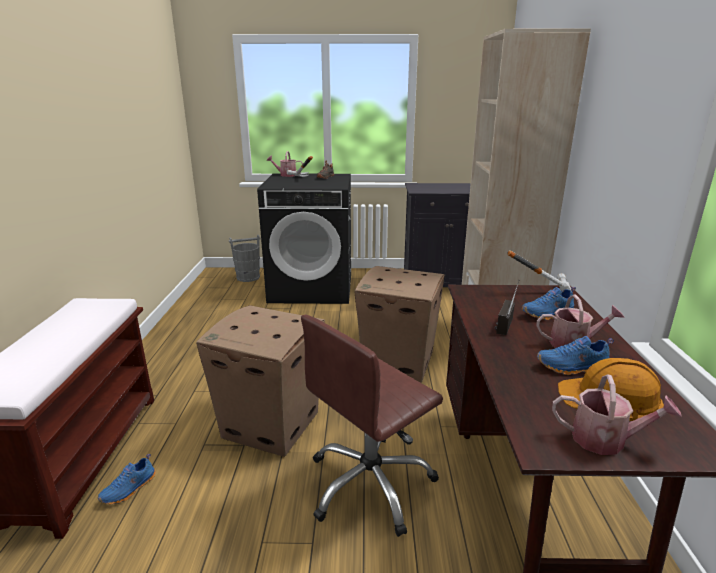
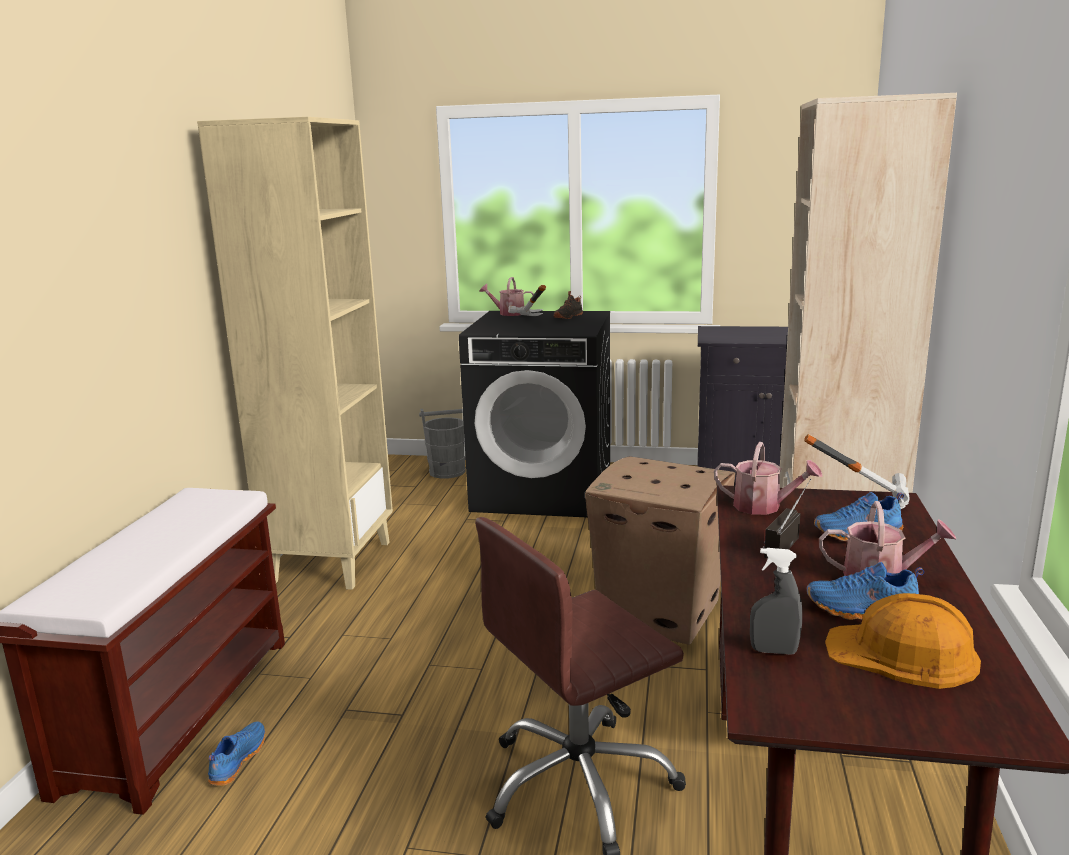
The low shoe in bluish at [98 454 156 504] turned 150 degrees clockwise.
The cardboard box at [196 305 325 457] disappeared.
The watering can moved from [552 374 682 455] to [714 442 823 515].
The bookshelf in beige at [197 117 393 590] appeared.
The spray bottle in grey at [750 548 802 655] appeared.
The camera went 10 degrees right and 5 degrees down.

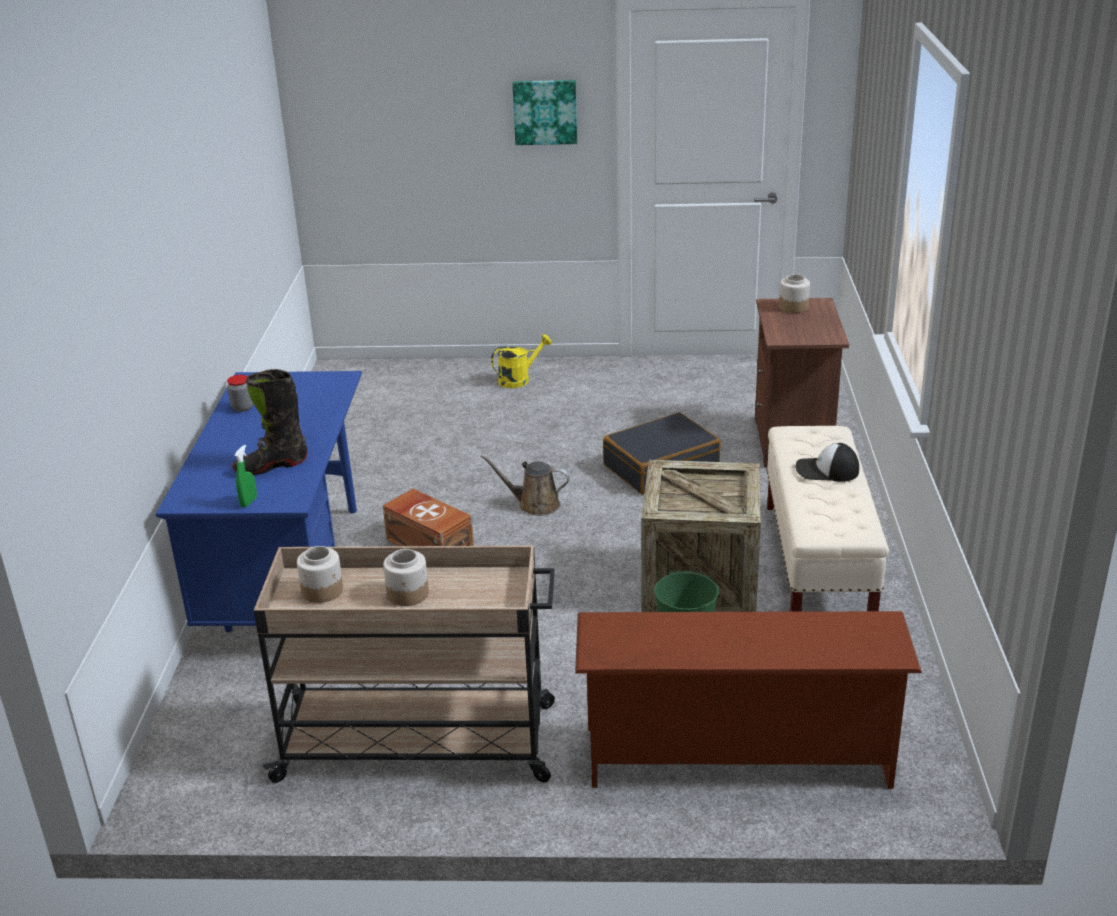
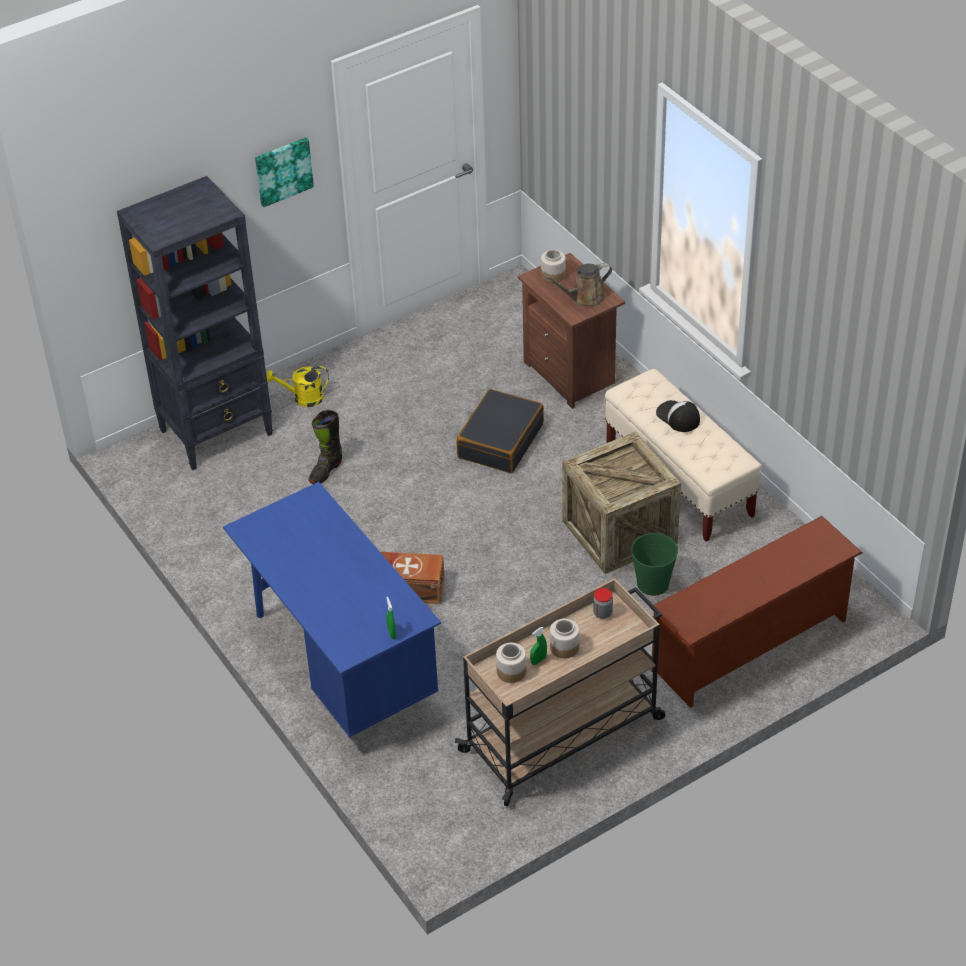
The preserve jar moved from [227 375 253 412] to [593 588 613 619].
The high-top boot in blackish moved from [232 369 307 475] to [308 410 342 484].
The watering can in brown moved from [480 455 570 516] to [544 263 612 307].
The watering can in yellow-coloured at [491 334 552 388] turned 120 degrees counterclockwise.
The baseball cap at [796 443 859 482] turned 75 degrees clockwise.
The bookshelf in blackish at [117 176 273 470] appeared.
The spray bottle in green at [530 627 547 665] appeared.
The camera went 35 degrees left and 15 degrees up.

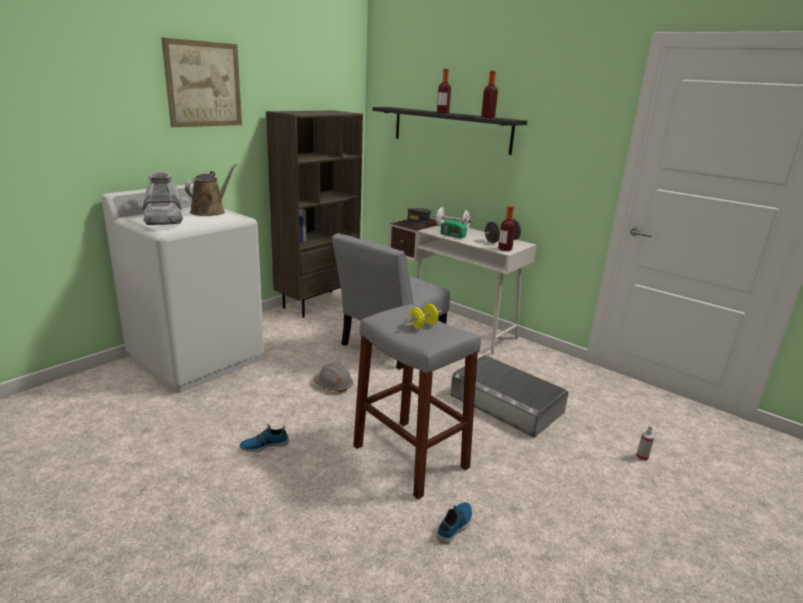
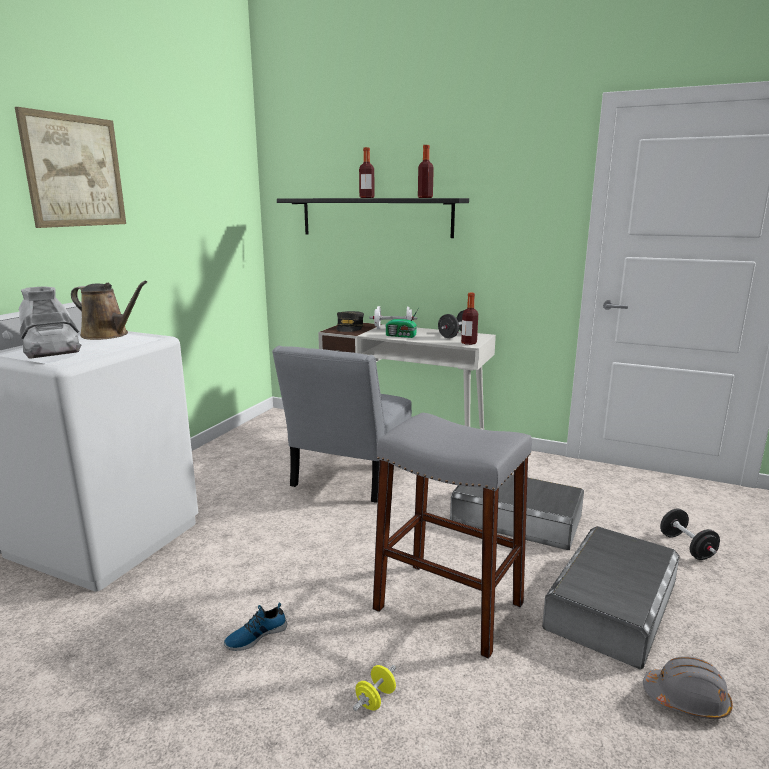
The watering can in brown at [185 164 237 216] turned 105 degrees clockwise.
The bookshelf in brown at [266 111 363 318] disappeared.
The safety helmet in grey moved from [313 363 353 392] to [643 656 733 719].
The free weight in yellow-coloured moved from [404 304 442 329] to [353 665 396 711].
The low shoe at [436 502 472 544] disappeared.
The spray bottle at [636 425 655 461] was replaced by the free weight in blackish at [660 509 720 560].
The storage box in grey at [542 526 680 670] appeared.
The camera went 15 degrees left and 5 degrees down.

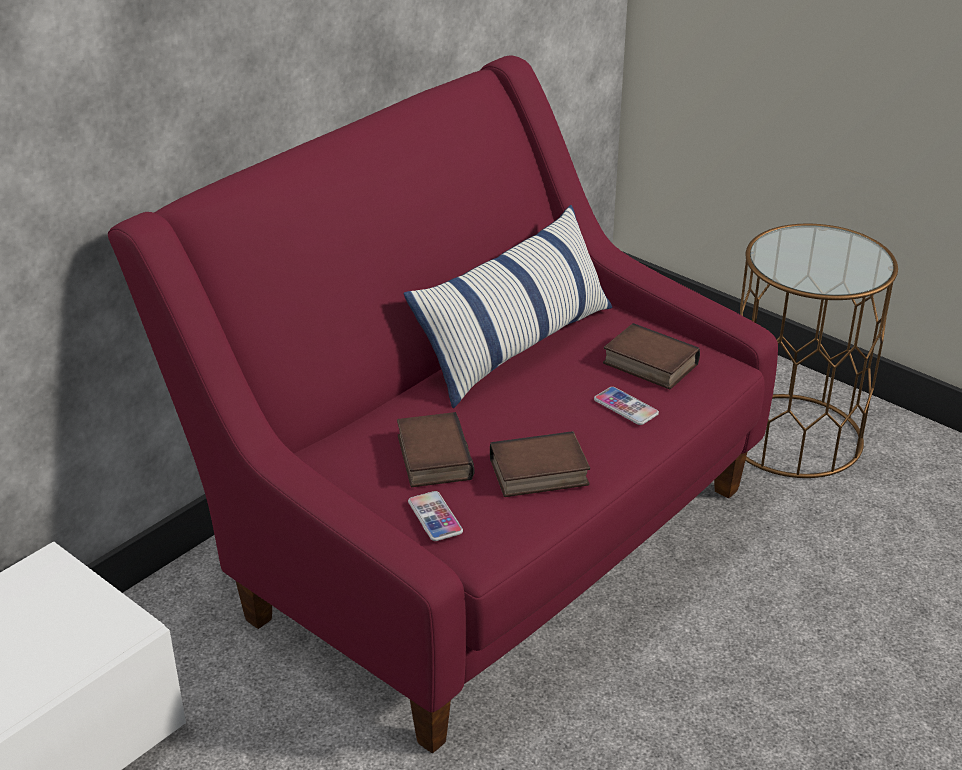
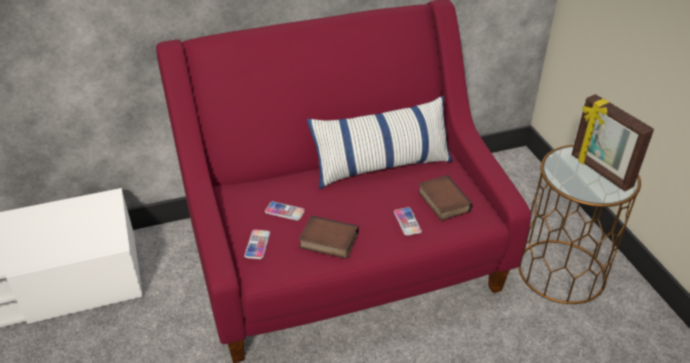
The volume at [397 412 474 487] was replaced by the handset at [265 201 305 221].
The picture frame at [572 94 654 191] appeared.
The camera went 30 degrees right and 5 degrees up.

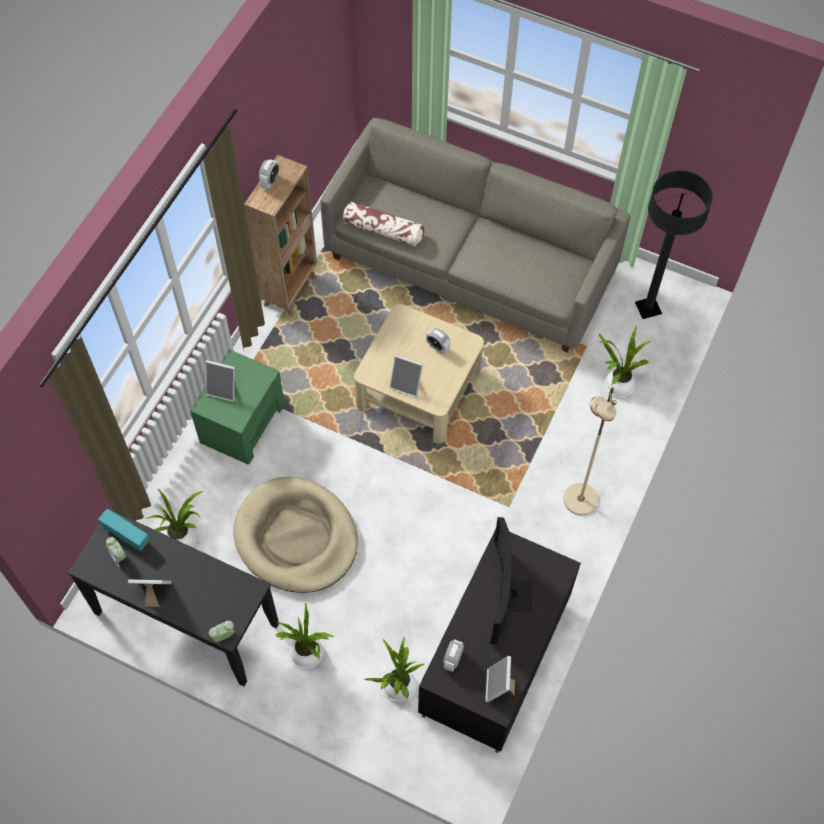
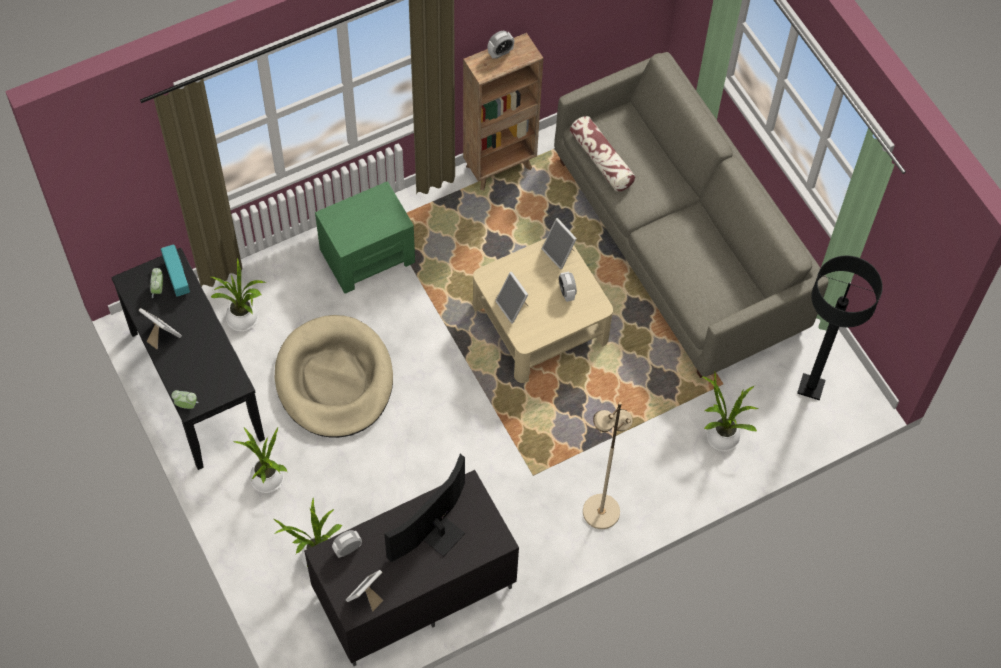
The picture frame moved from [205 360 235 402] to [542 218 577 270].
The camera went 35 degrees right and 0 degrees up.

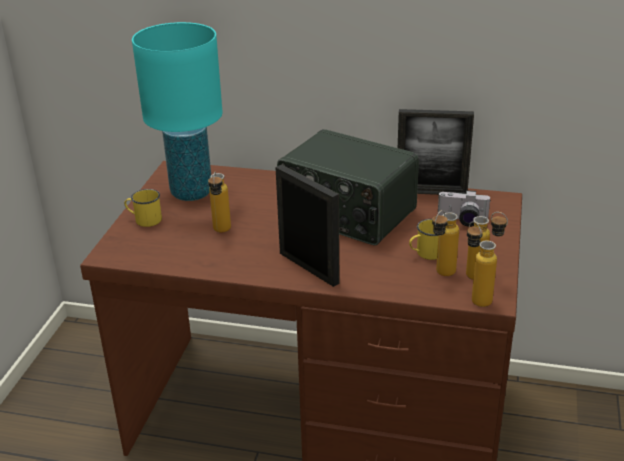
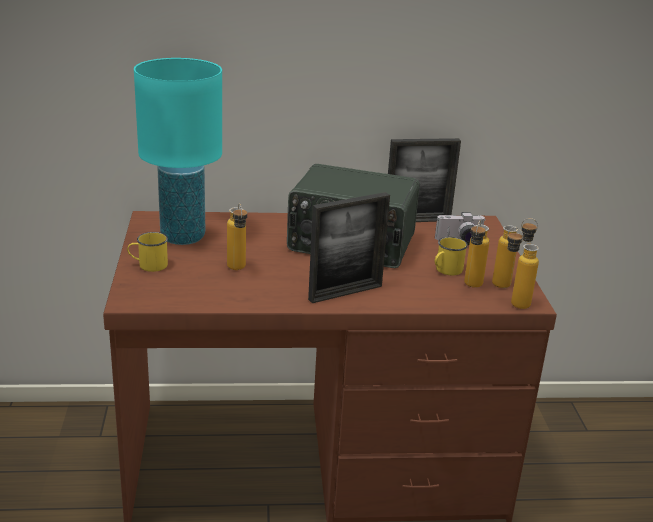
The picture frame at [275 165 340 287] turned 120 degrees clockwise.
The camera went 20 degrees left and 5 degrees down.

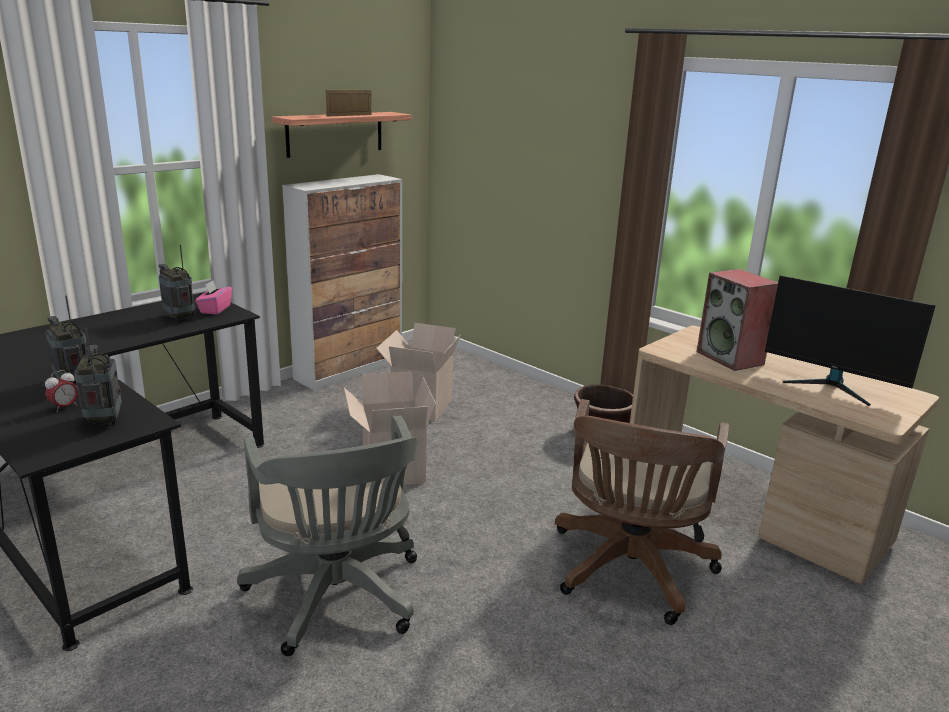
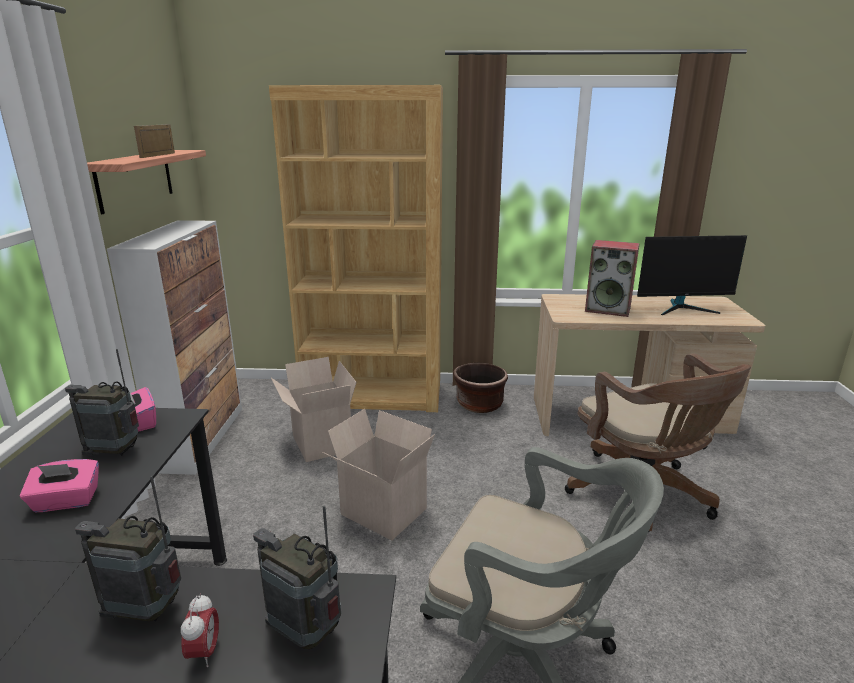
The tissue holder in pink at [20 459 99 512] appeared.
The bookshelf in brown at [269 85 443 412] appeared.
The camera went 40 degrees left and 0 degrees up.

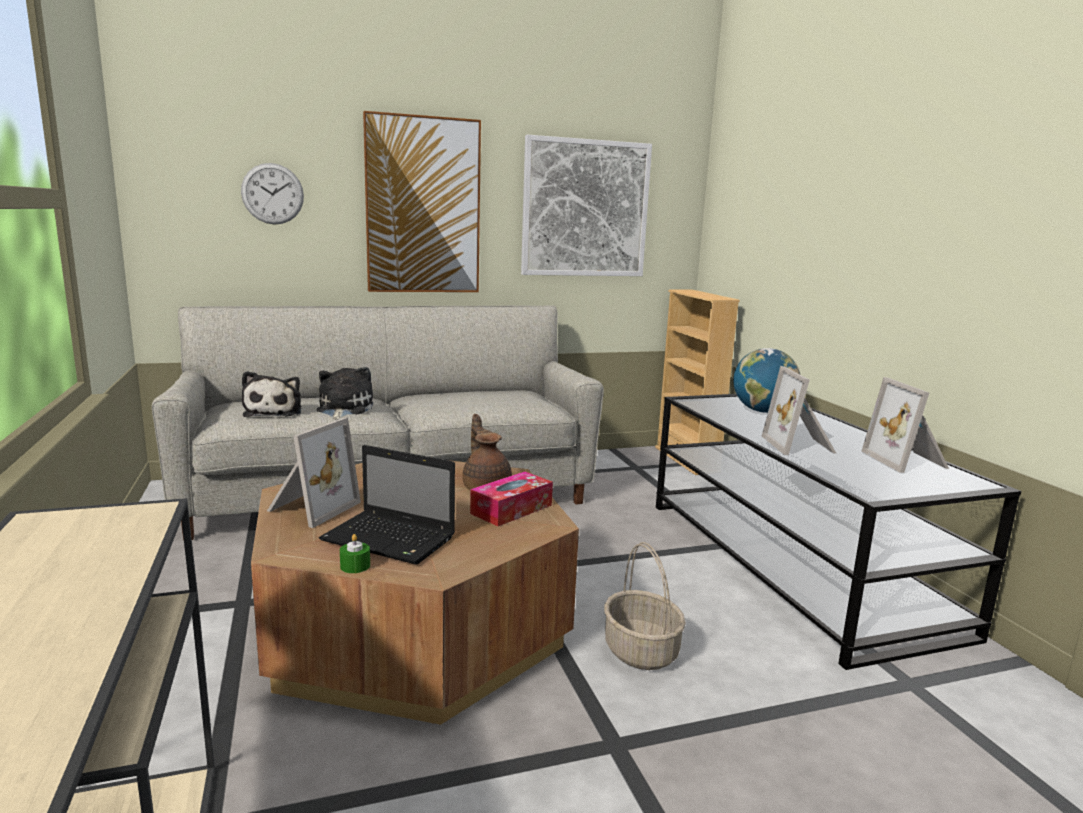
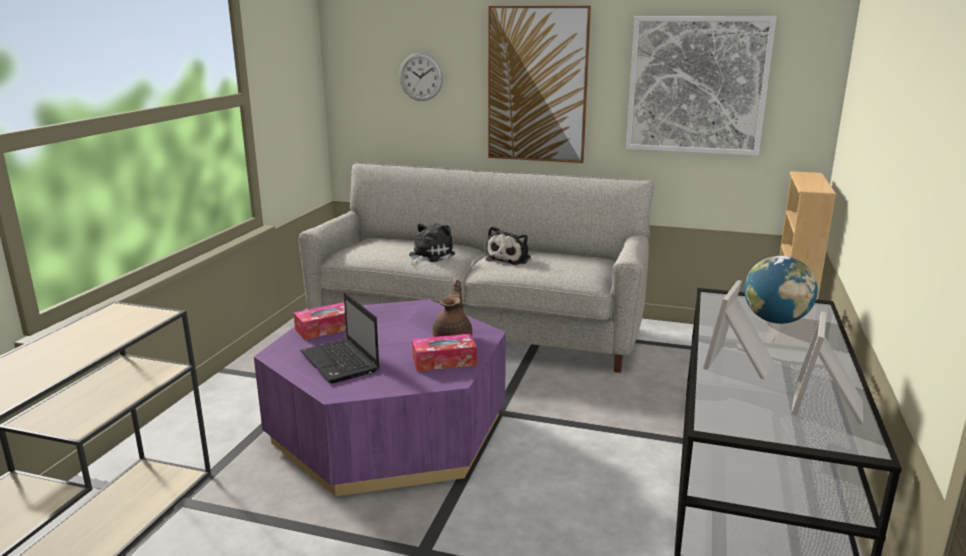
The plush toy moved from [242 371 302 417] to [486 226 531 265].
The lounge table in brown at [251 460 579 725] became the lounge table in purple at [254 300 506 496].
The picture frame at [267 418 361 528] was replaced by the tissue holder at [294 302 346 340].
The wax light in green at [340 534 370 573] disappeared.
The basket at [604 542 686 670] disappeared.
The camera went 35 degrees right and 5 degrees up.

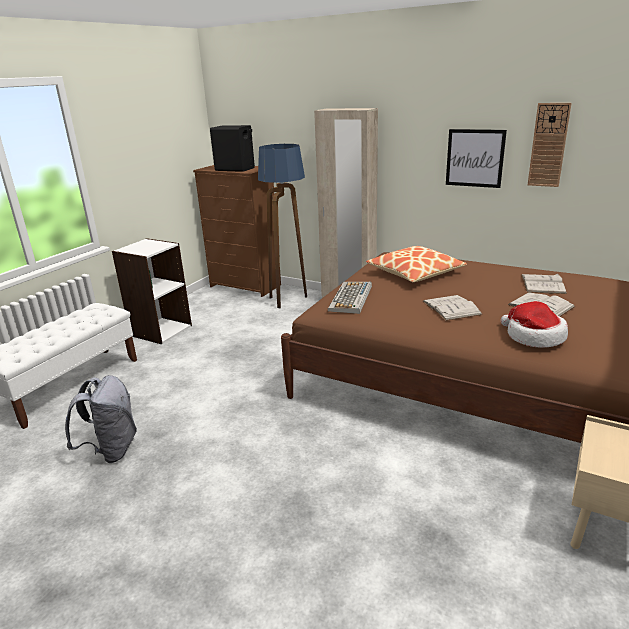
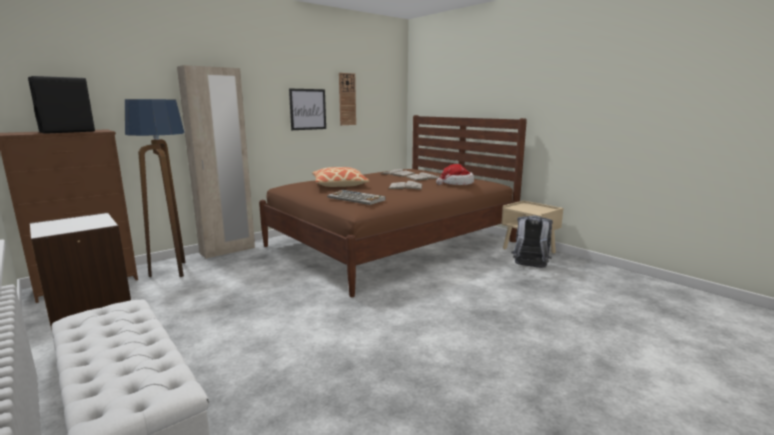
The rucksack in grey moved from [65 375 137 463] to [511 216 553 268].
The camera went 70 degrees left and 10 degrees down.

